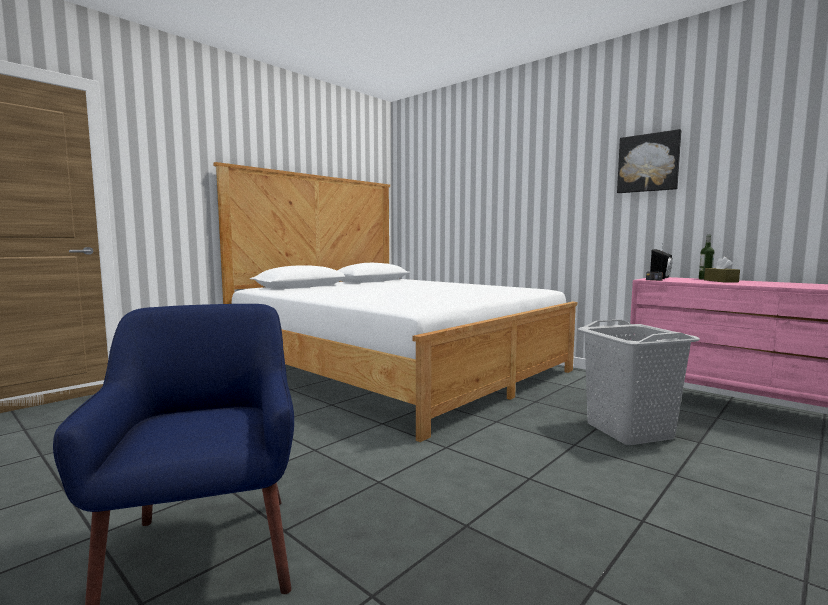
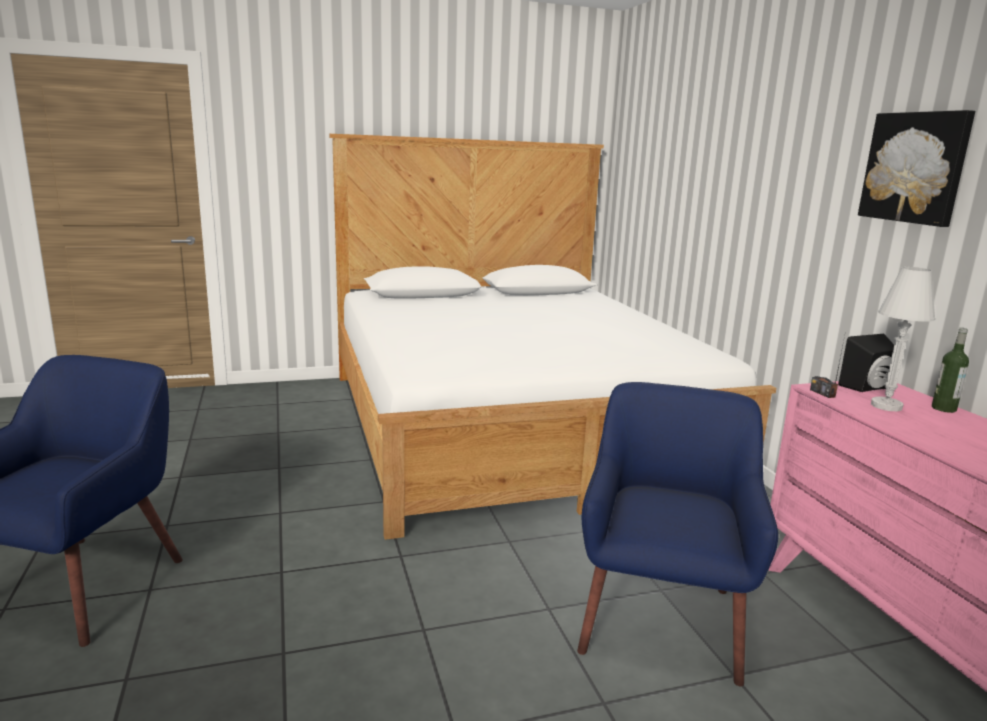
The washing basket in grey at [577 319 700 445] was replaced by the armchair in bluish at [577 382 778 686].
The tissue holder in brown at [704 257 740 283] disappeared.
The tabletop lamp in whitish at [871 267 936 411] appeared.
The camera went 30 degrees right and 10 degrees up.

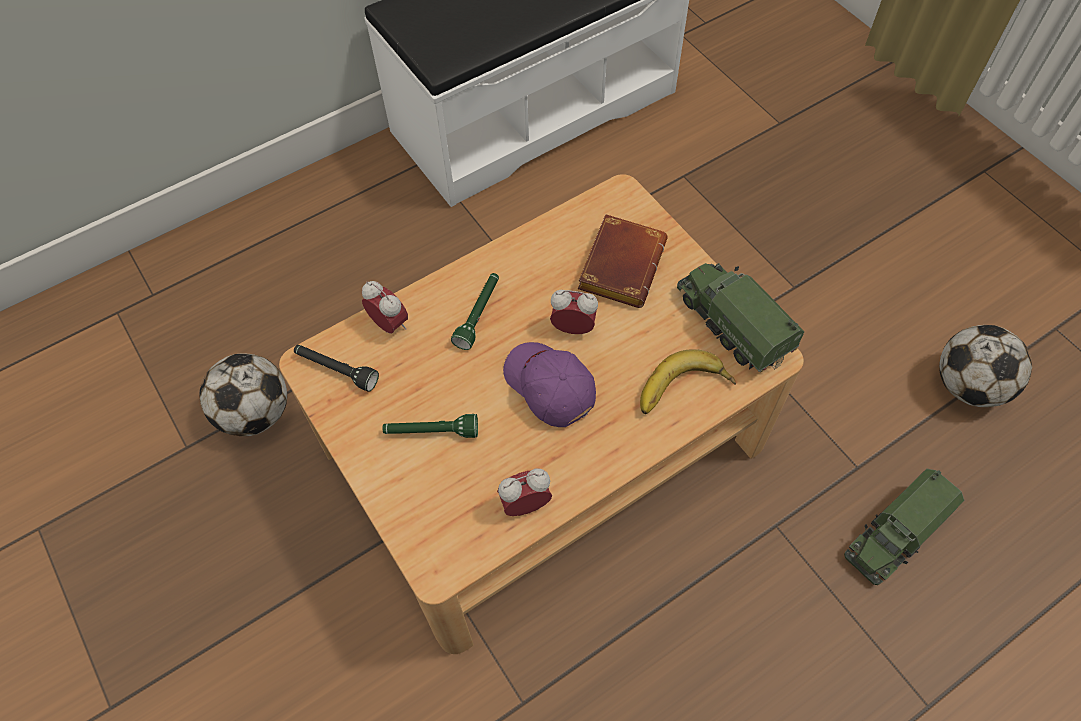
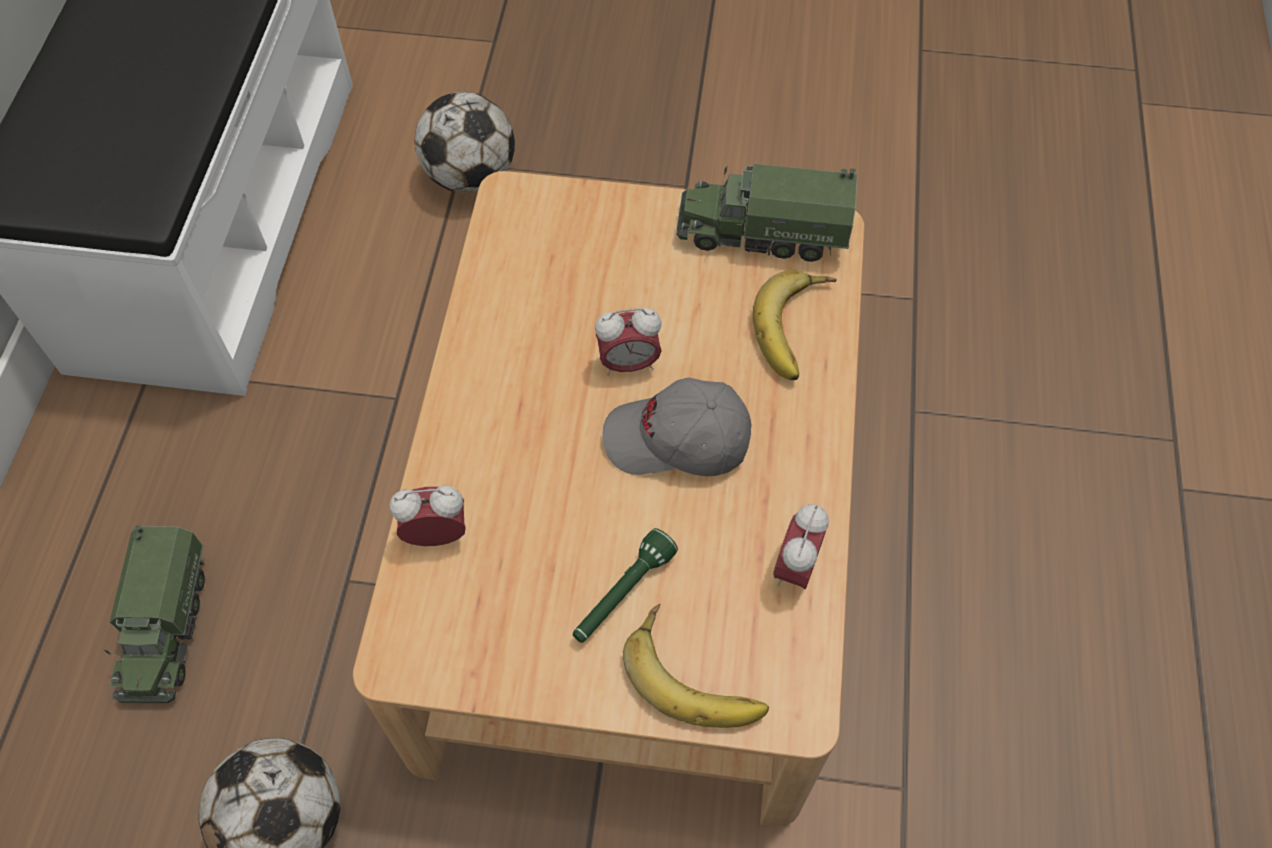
The hand torch in blackish at [294 345 379 392] disappeared.
The hand torch in green at [451 273 499 350] disappeared.
The baseball cap in purple at [503 342 596 427] became the baseball cap in grey at [602 378 752 476].
The bedside clock at [550 290 598 334] turned 150 degrees counterclockwise.
The volume in brown at [578 214 668 308] disappeared.
The model truck moved from [844 469 964 585] to [103 525 205 703].
The ball for football moved from [939 325 1032 407] to [415 92 515 193].
The banana fruit at [623 604 769 728] appeared.
The camera went 50 degrees left and 0 degrees up.

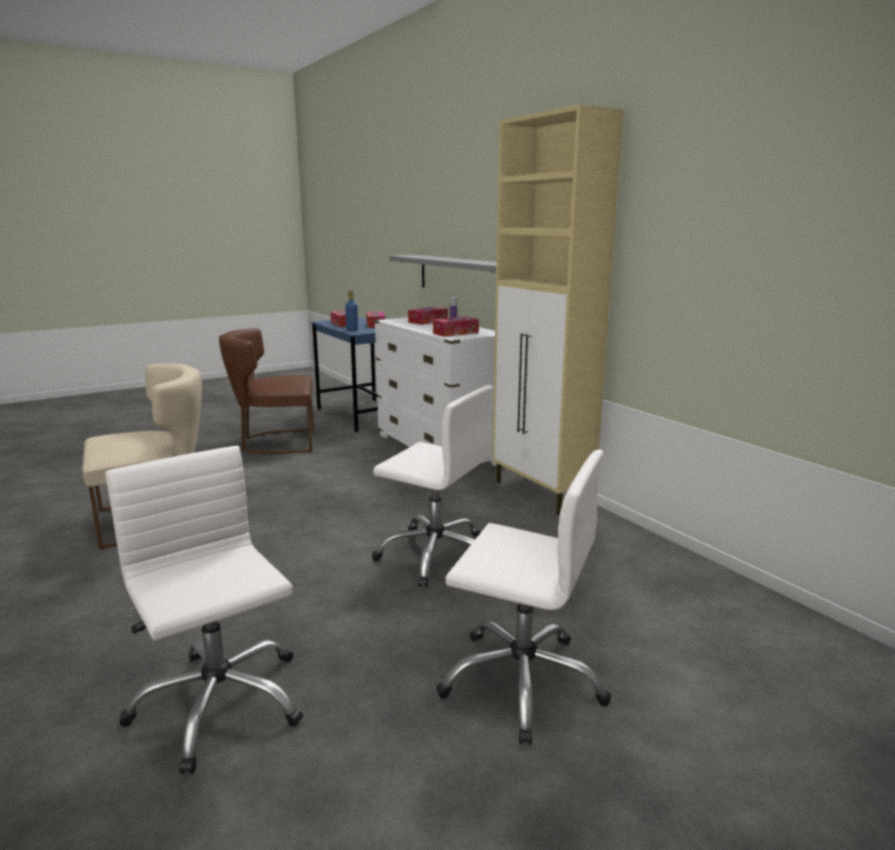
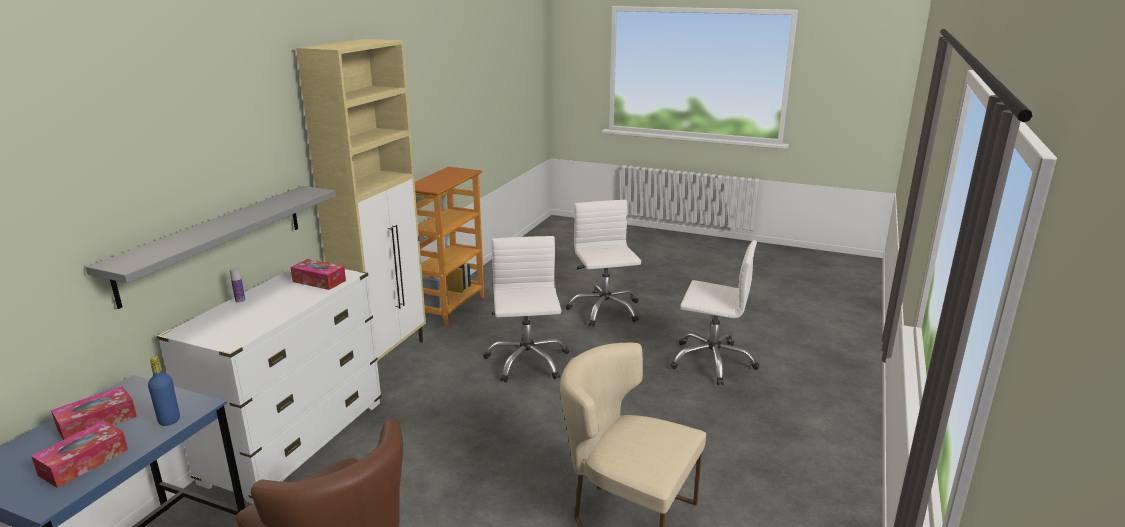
The office chair in whitish at [105 446 303 774] turned 90 degrees counterclockwise.
The tissue holder at [408 307 448 325] disappeared.
The bookshelf at [415 167 484 327] appeared.
The camera went 125 degrees left and 5 degrees up.

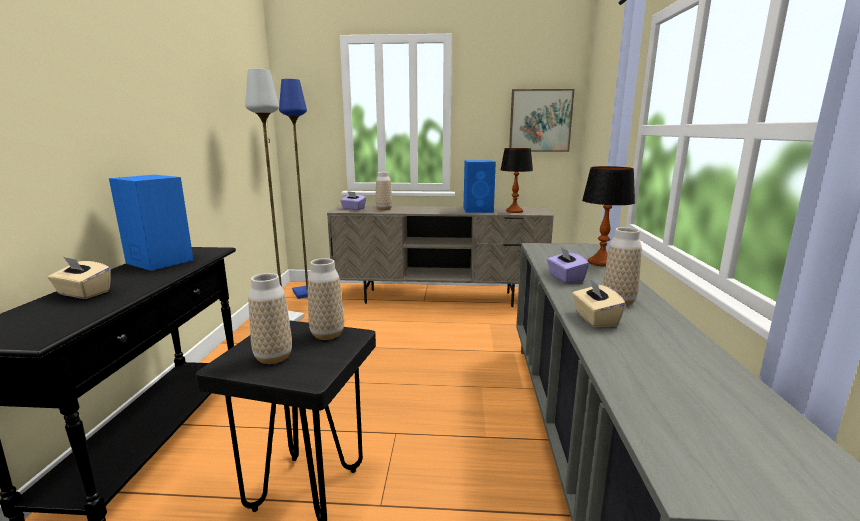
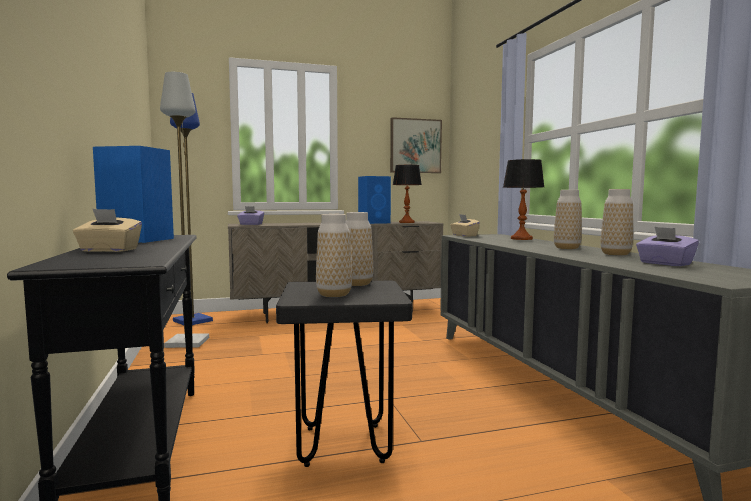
The vase moved from [376 172 392 210] to [600 189 633 256].
The tissue holder in purple moved from [547 247 589 283] to [636 227 699 266].
The tissue holder in beige moved from [572 279 626 327] to [450 214 480 237].
The camera went 20 degrees left and 10 degrees down.

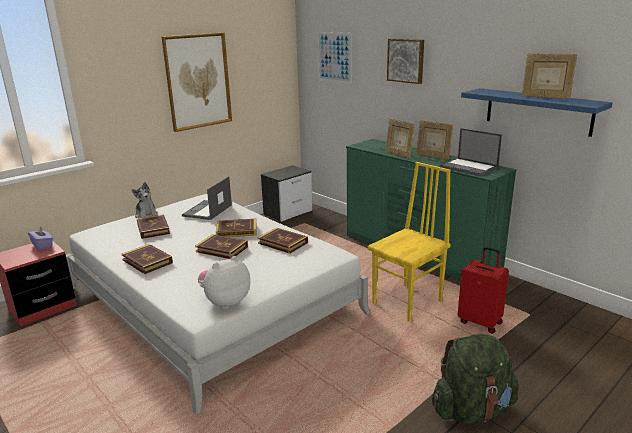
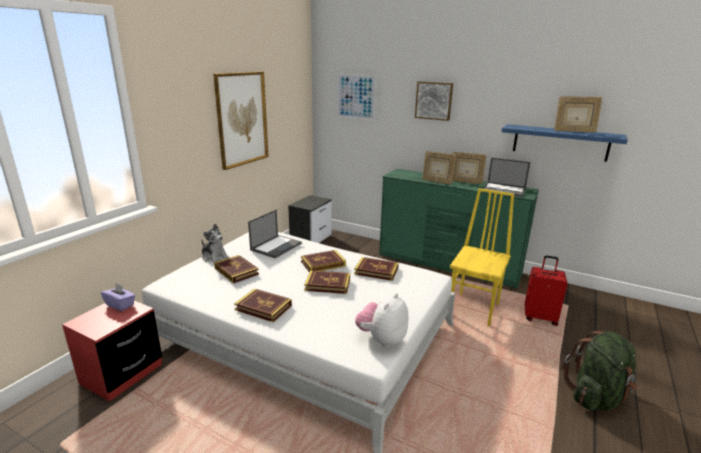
The laptop at [182 177 232 220] turned 150 degrees counterclockwise.
The camera went 20 degrees left and 0 degrees up.

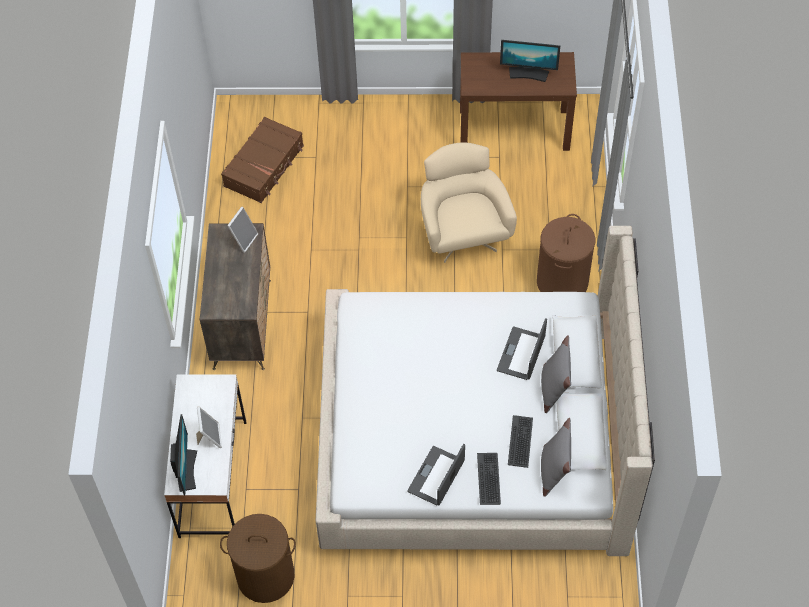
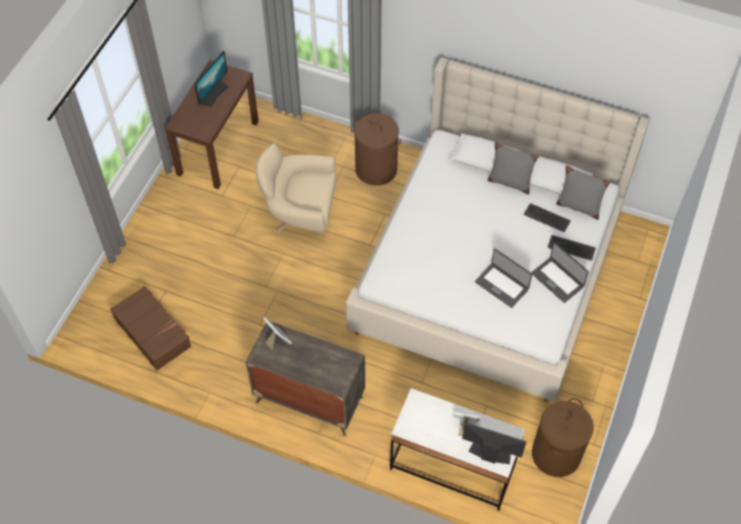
The laptop moved from [497 318 547 380] to [475 249 532 308].
The camera went 70 degrees left and 0 degrees up.

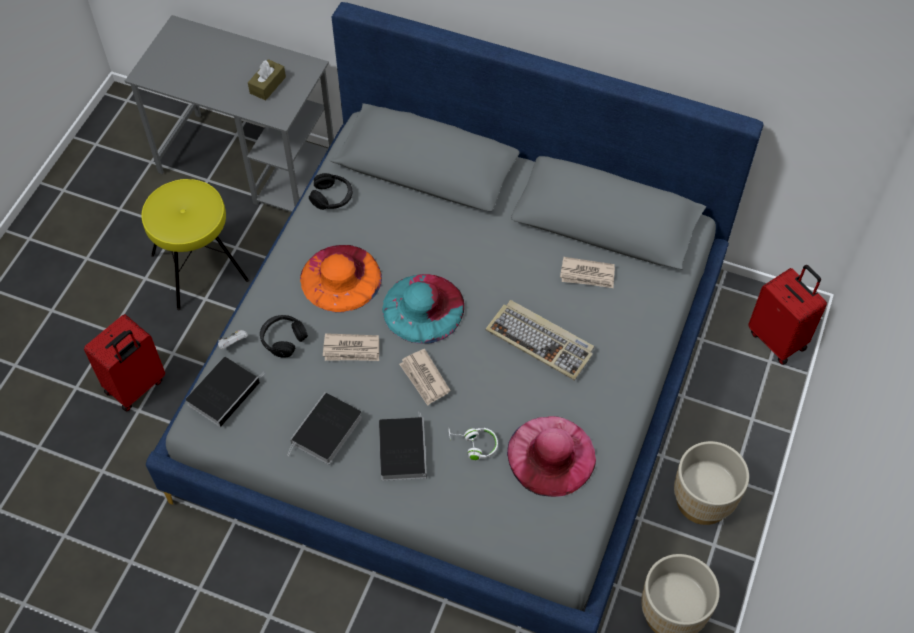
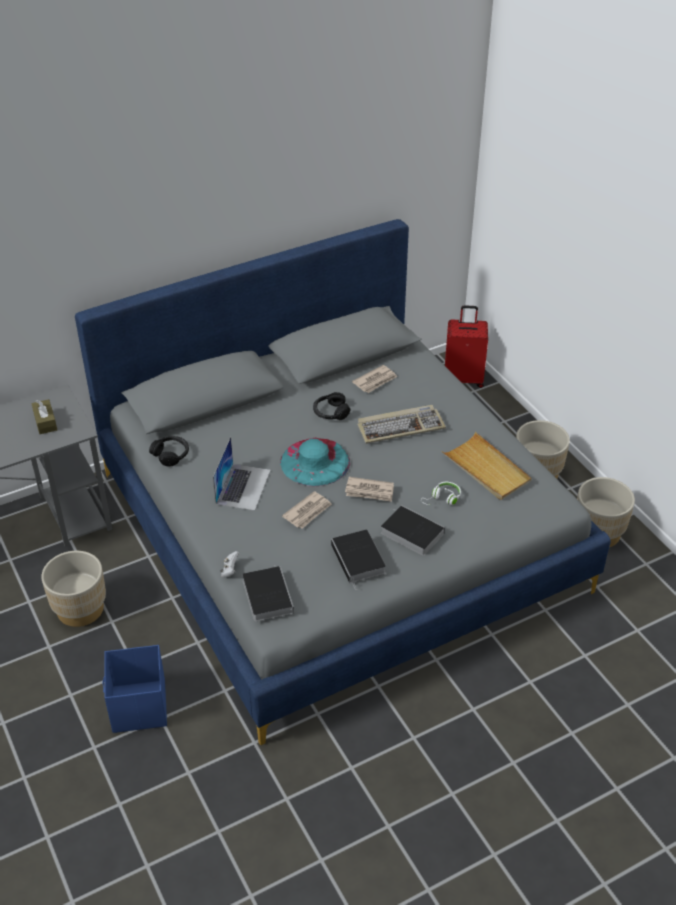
The travel case in red-coloured at [84 314 165 412] was replaced by the storage box in bluish at [102 645 167 733].
The stool seat in yellow-coloured at [141 179 249 311] was replaced by the flower pot in beige at [41 551 106 627].
The headset in blackish moved from [260 315 308 358] to [313 392 350 420].
The clothing hat in orangey at [300 245 382 313] was replaced by the laptop at [213 437 270 511].
The clothing hat in pink at [507 416 596 497] was replaced by the tray in beige at [442 432 532 500].
The camera went 50 degrees left and 15 degrees down.

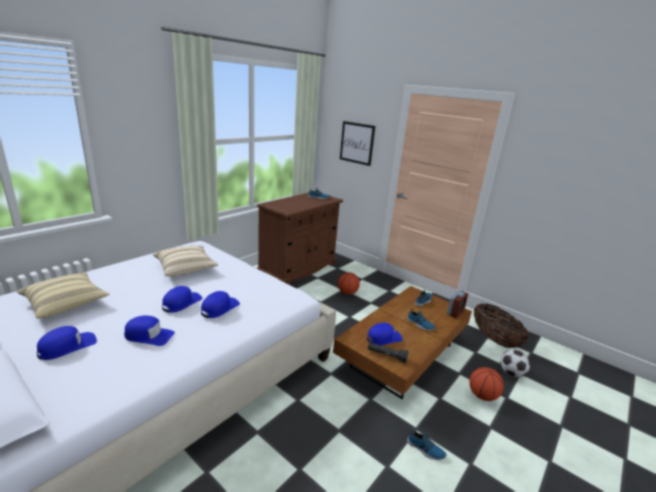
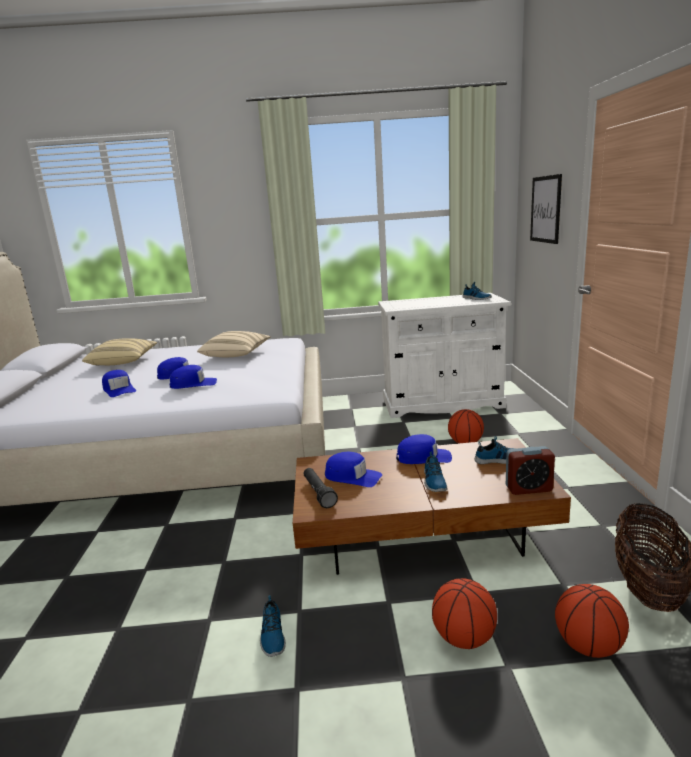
The baseball cap in bluish moved from [37 326 97 360] to [396 434 452 464].
The cupboard in brown at [257 193 343 284] became the cupboard in whitish at [378 293 511 418].
The ball for football at [500 349 530 377] was replaced by the basketball at [555 584 629 658].
The camera went 50 degrees right and 5 degrees down.

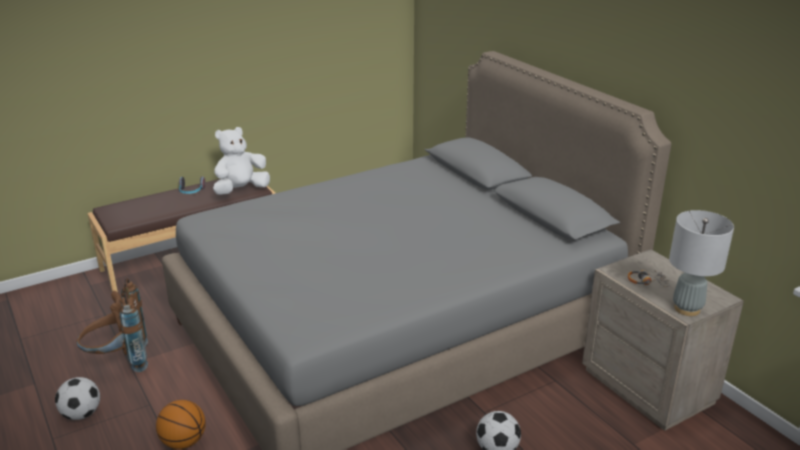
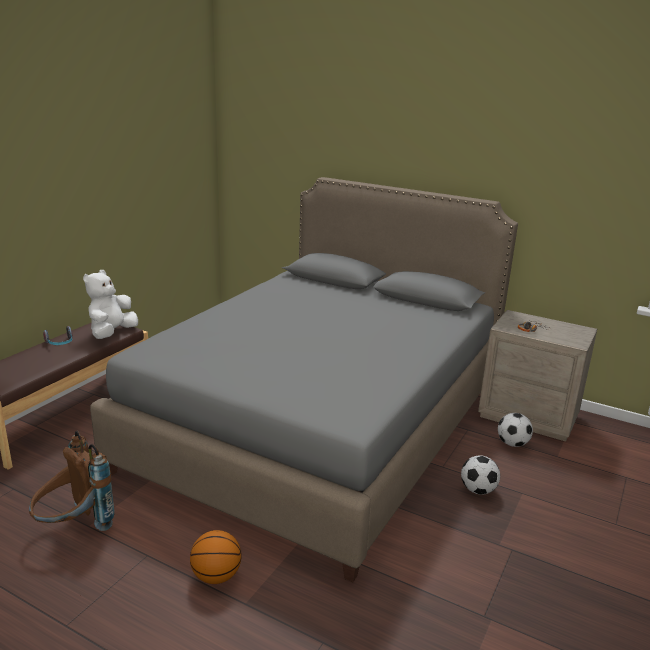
The ball for football moved from [55 377 100 420] to [498 413 533 447].
The tabletop lamp in grey at [669 210 734 316] disappeared.
The camera went 30 degrees left and 5 degrees down.

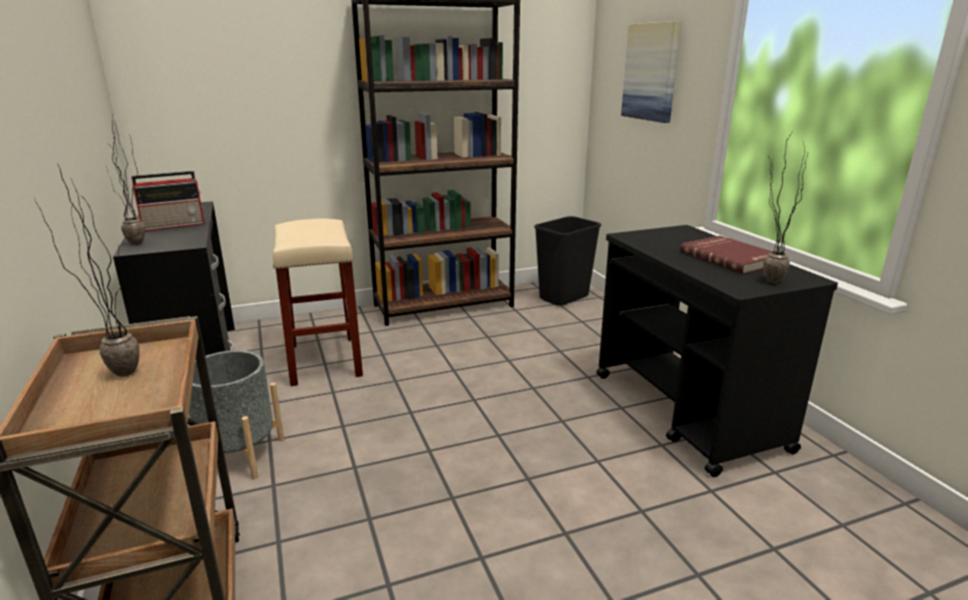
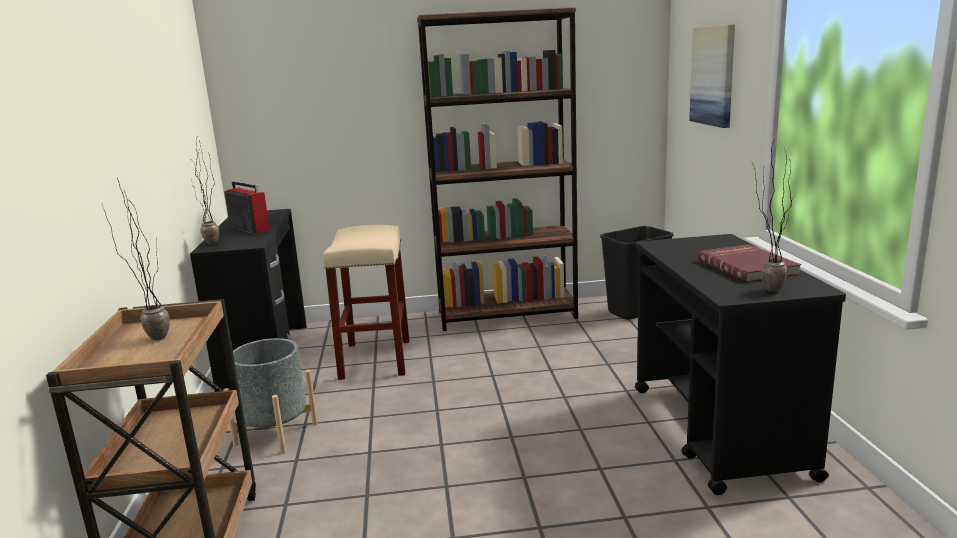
The radio receiver at [131 171 204 231] turned 120 degrees counterclockwise.
The camera went 15 degrees right and 5 degrees down.

